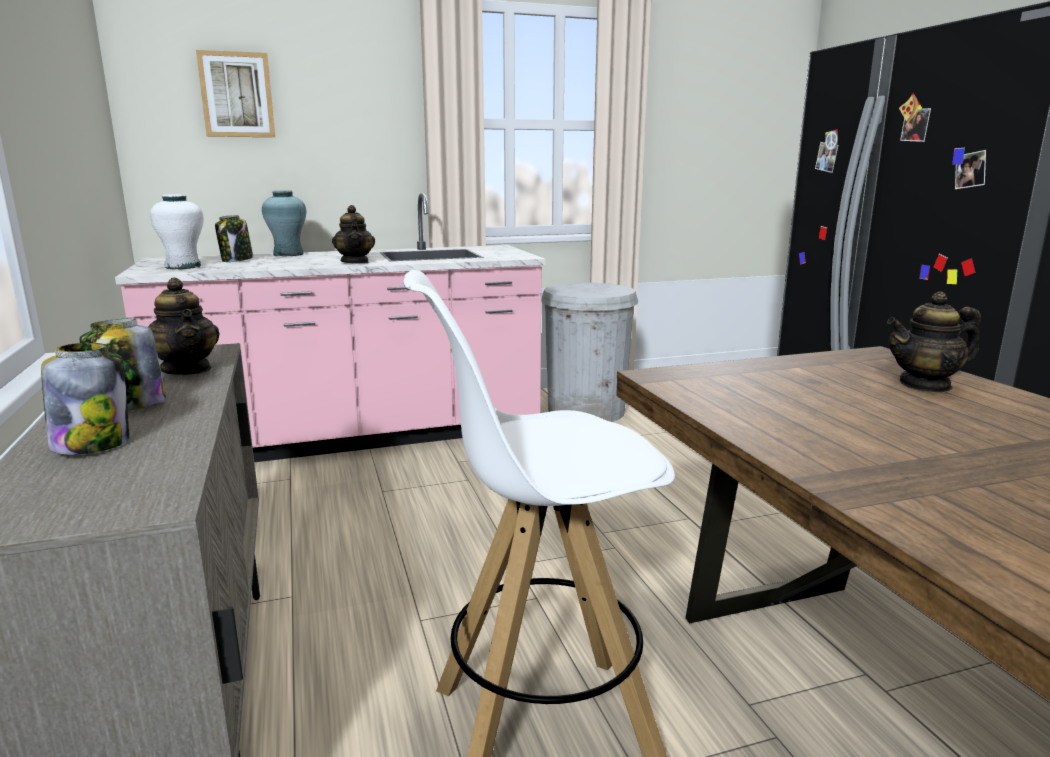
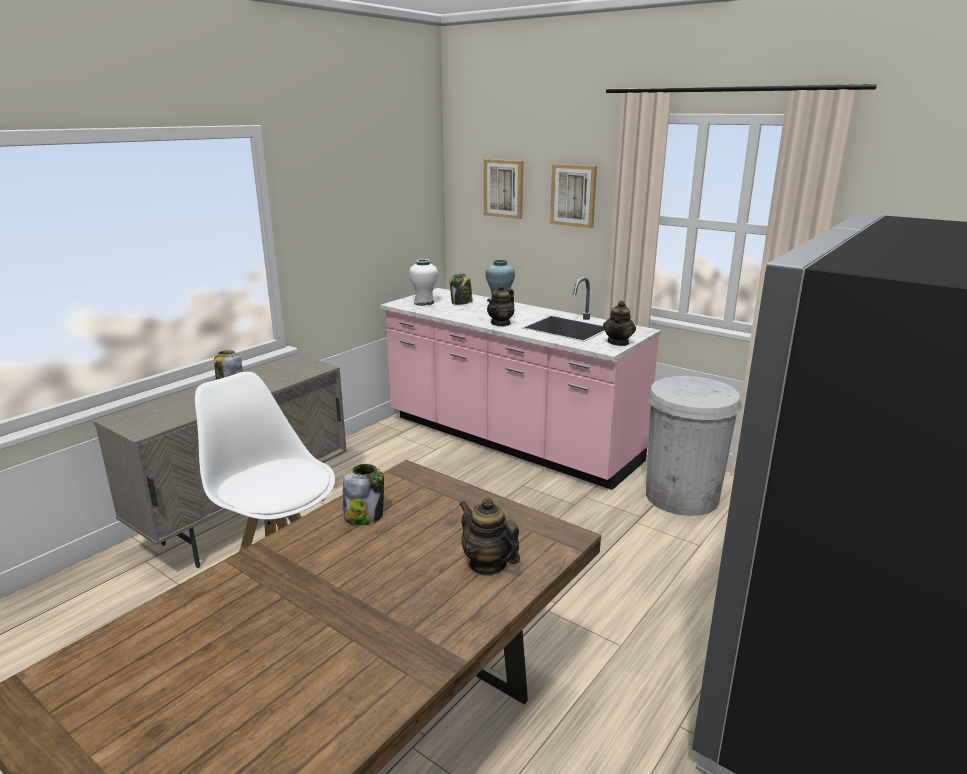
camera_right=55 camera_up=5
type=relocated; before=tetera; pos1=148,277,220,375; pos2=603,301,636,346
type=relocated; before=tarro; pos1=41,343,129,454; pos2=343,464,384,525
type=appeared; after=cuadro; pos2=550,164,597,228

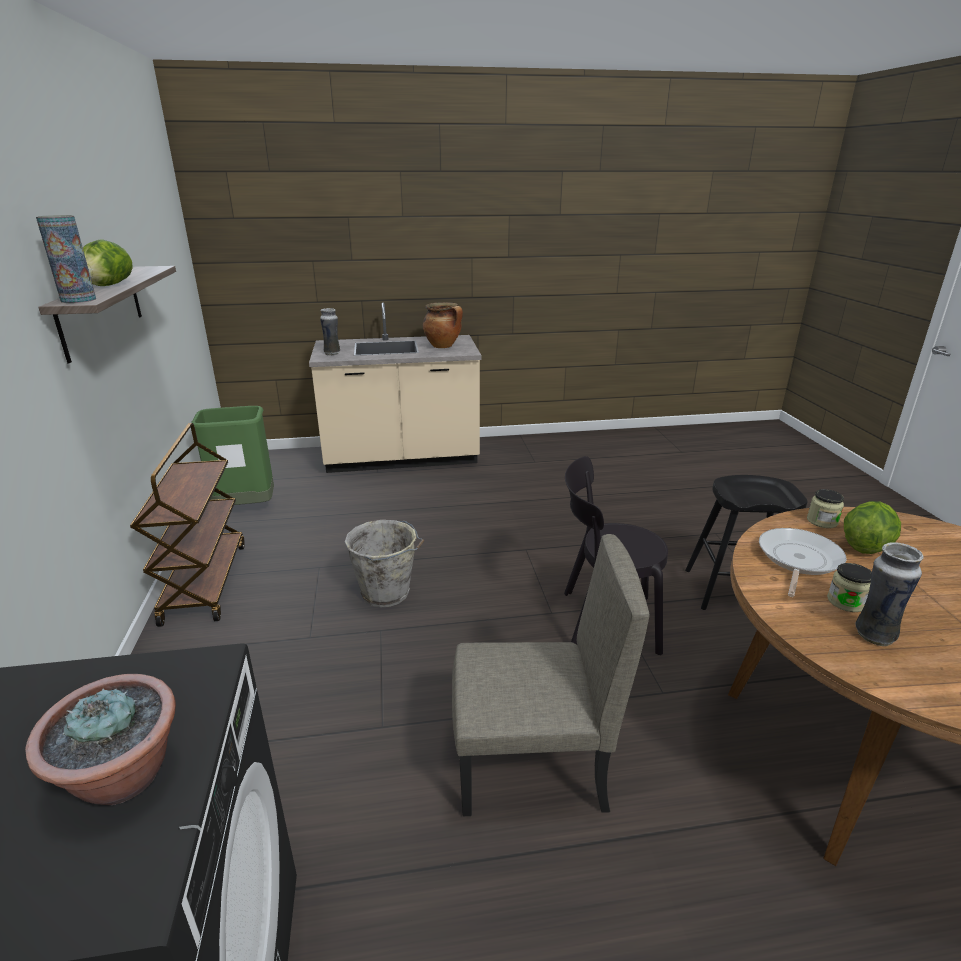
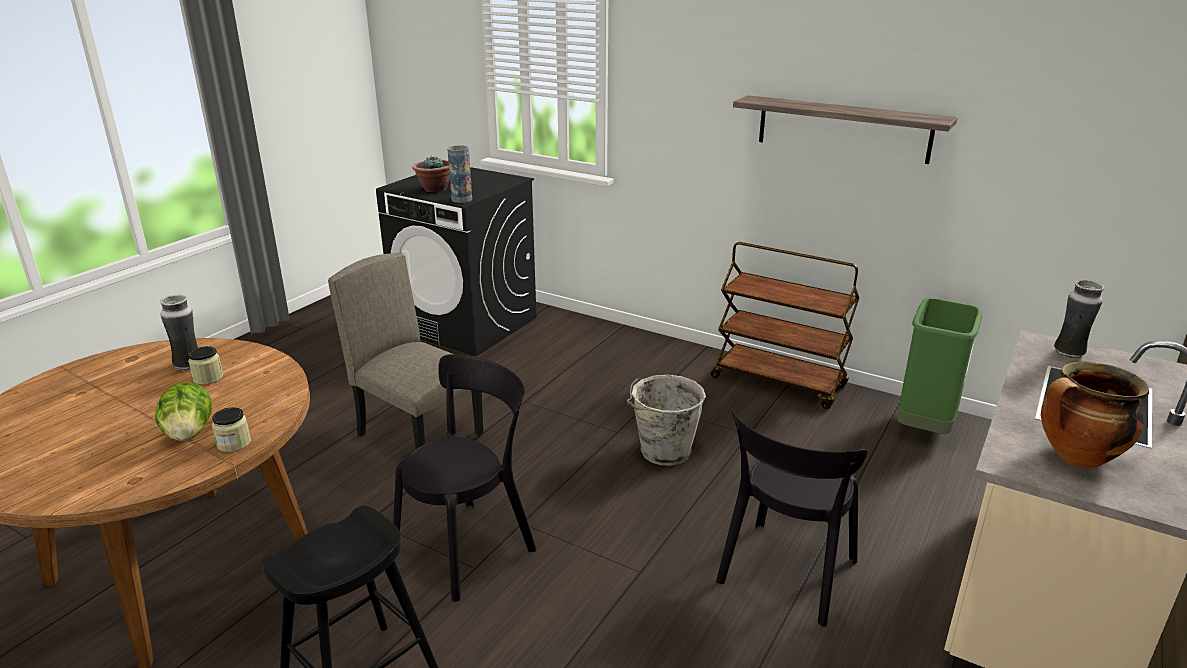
camera_right=130 camera_up=0
type=relocated; before=florero; pos1=36,215,96,303; pos2=448,145,472,203
type=missing; before=lechuga; pos1=83,239,132,286
type=missing; before=sartén; pos1=759,528,847,597
type=spun; before=silla [beis]; pos1=452,534,649,816; pos2=328,253,483,449; turn=90
type=appeared; after=silla [negro]; pos2=716,409,868,627

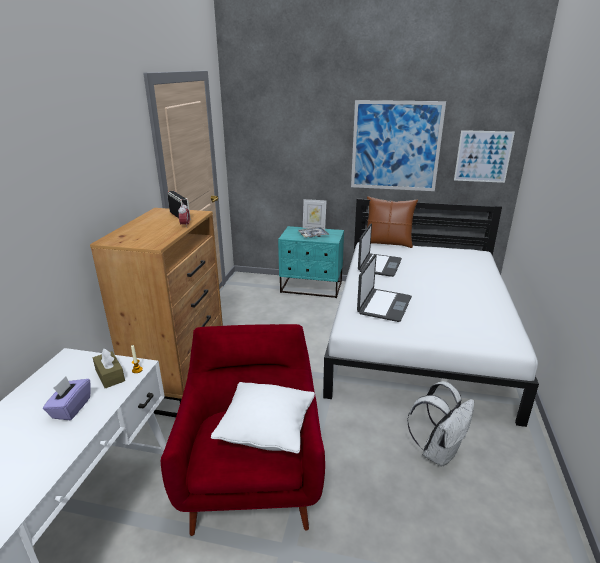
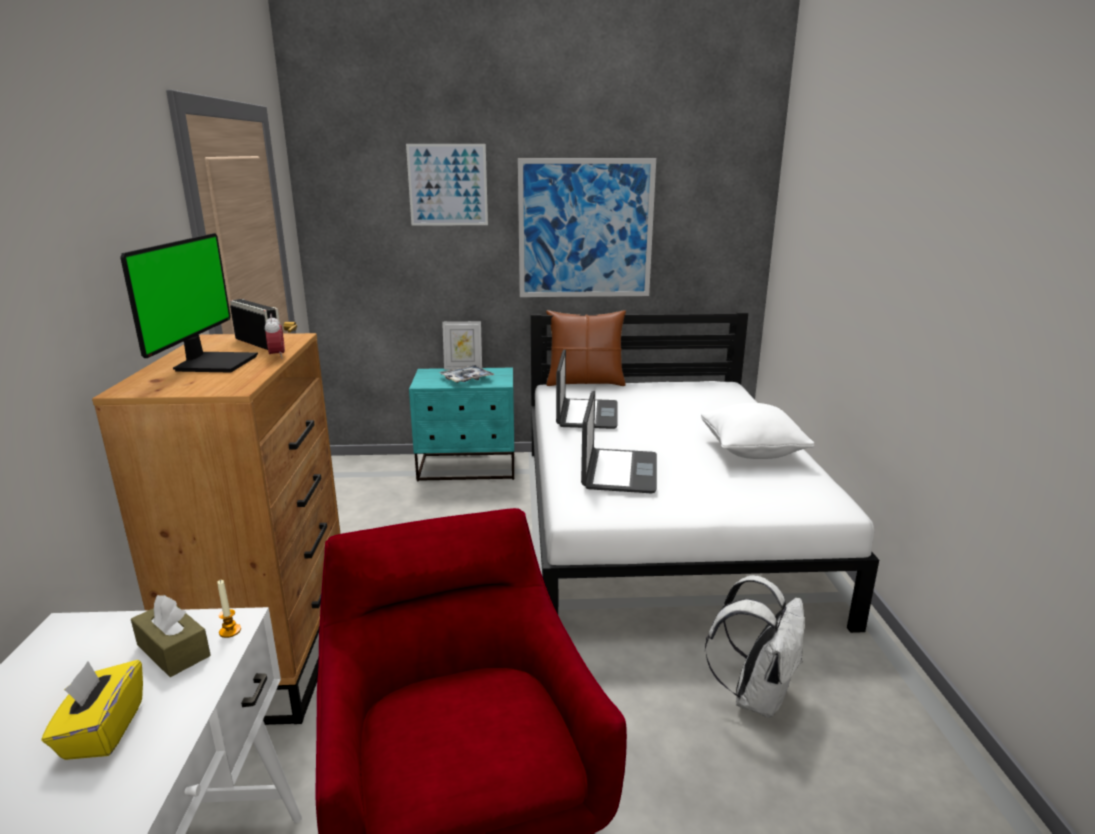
camera_right=-15 camera_up=-5
type=relocated; before=cuadro; pos1=454,130,515,183; pos2=406,144,488,226
type=colour; before=caja de pañuelos [morado]; after=caja de pañuelos [amarillo]; pos1=43,376,91,420; pos2=41,660,143,760
type=relocated; before=cojín [blanco]; pos1=211,382,315,454; pos2=701,403,815,459
type=appeared; after=monitor; pos2=120,233,258,373

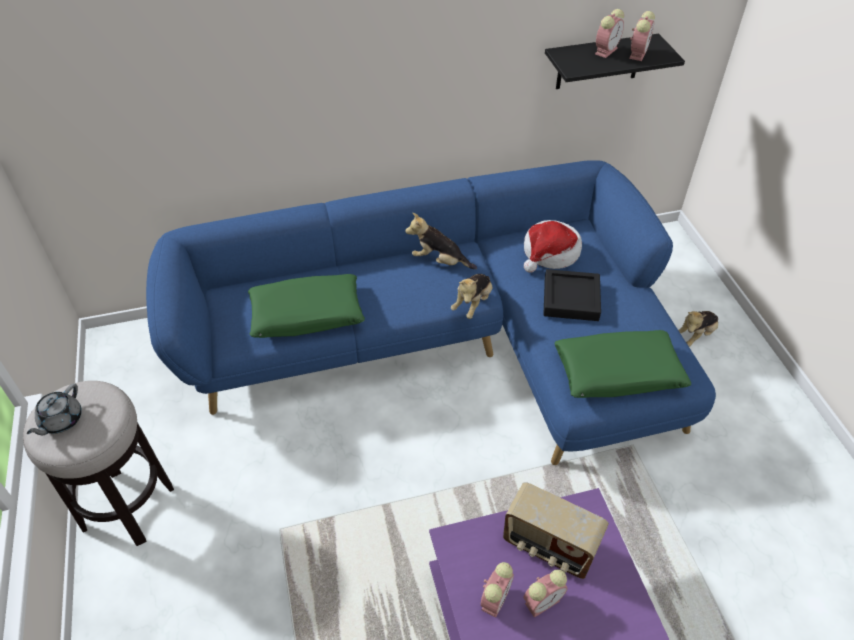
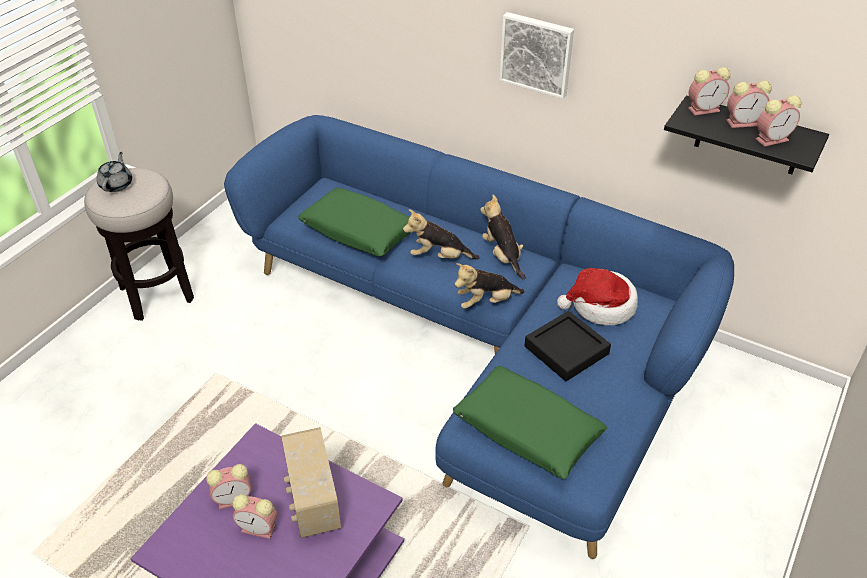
camera_right=45 camera_up=-5
type=relocated; before=peluche; pos1=678,311,718,347; pos2=403,209,480,260
type=spun; before=tetera [gris]; pos1=27,383,82,435; pos2=97,152,132,192; turn=120
type=appeared; after=cuadro; pos2=499,12,574,99
type=appeared; after=despertador; pos2=688,67,731,115

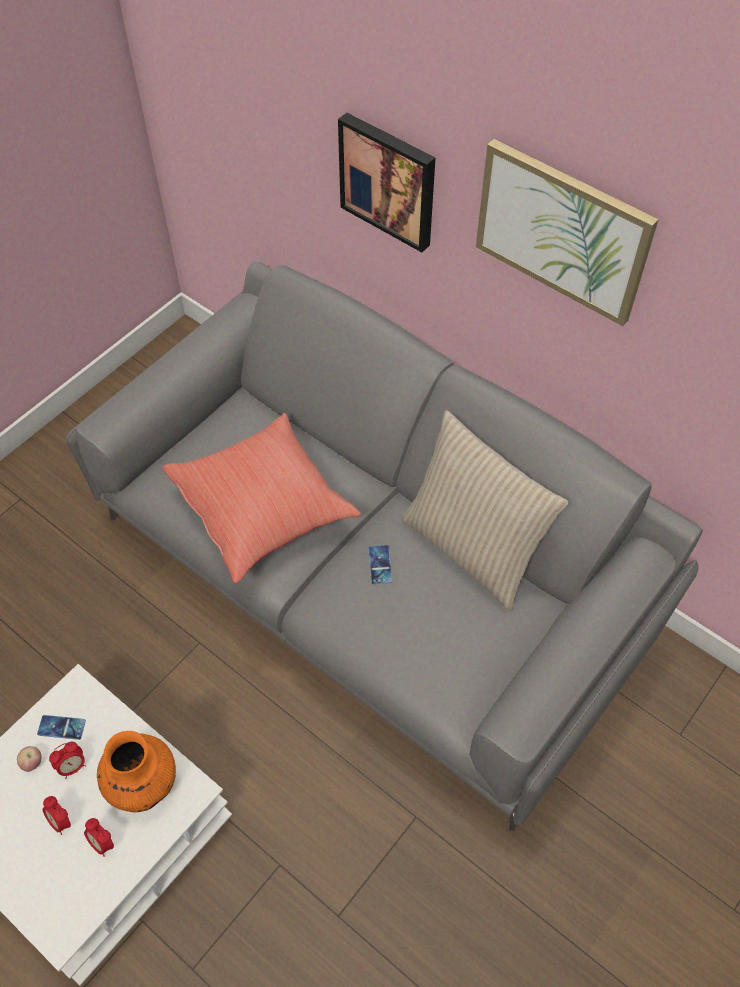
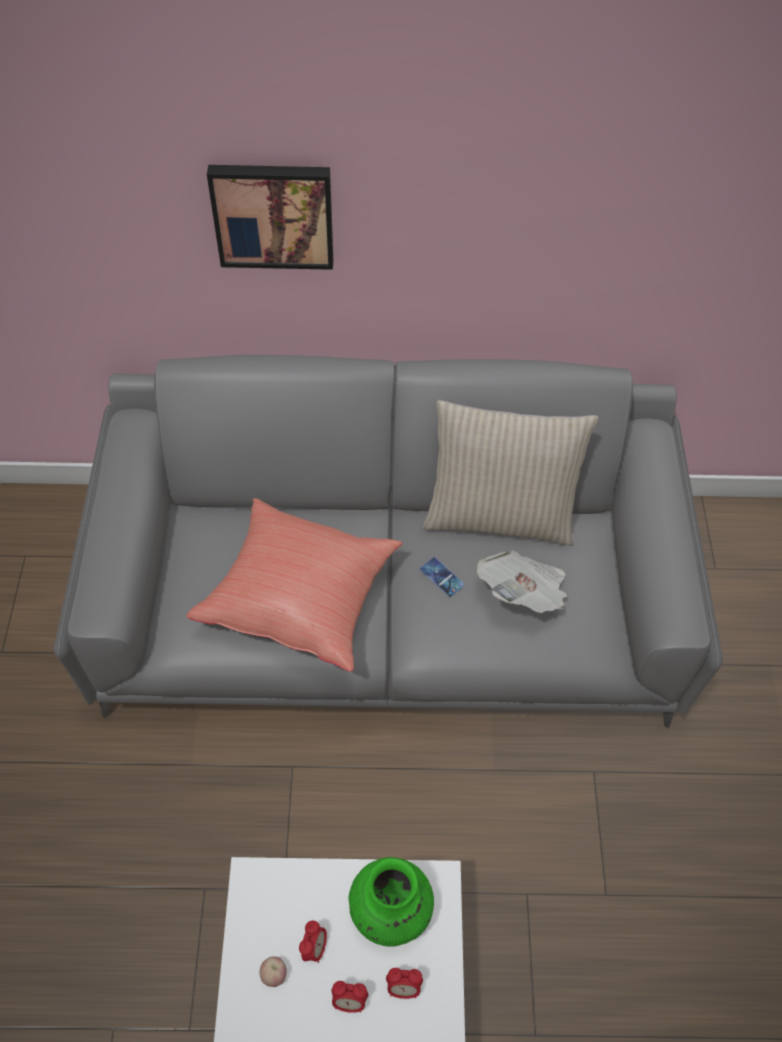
camera_right=-40 camera_up=0
type=missing; before=cuadro; pos1=476,139,659,326
type=missing; before=móvil; pos1=37,715,86,740
type=colour; before=florero [naranja]; after=florero [verde]; pos1=97,731,176,812; pos2=349,857,434,947
type=appeared; after=periódico; pos2=477,550,567,613

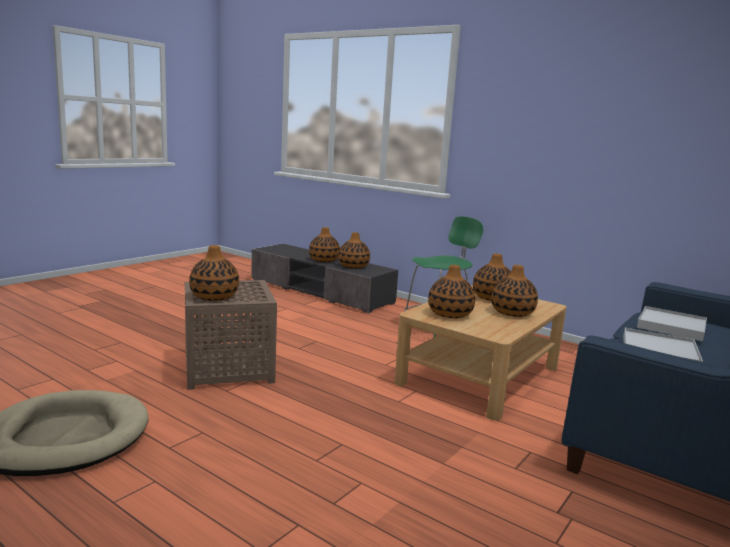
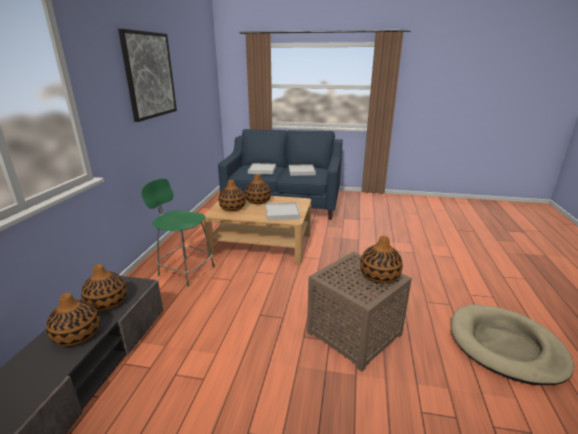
camera_right=-115 camera_up=10
type=exchanged; before=florero; after=bandeja [blanco]; pos1=428,265,475,318; pos2=265,202,300,221
type=appeared; after=cuadro; pos2=118,29,177,122

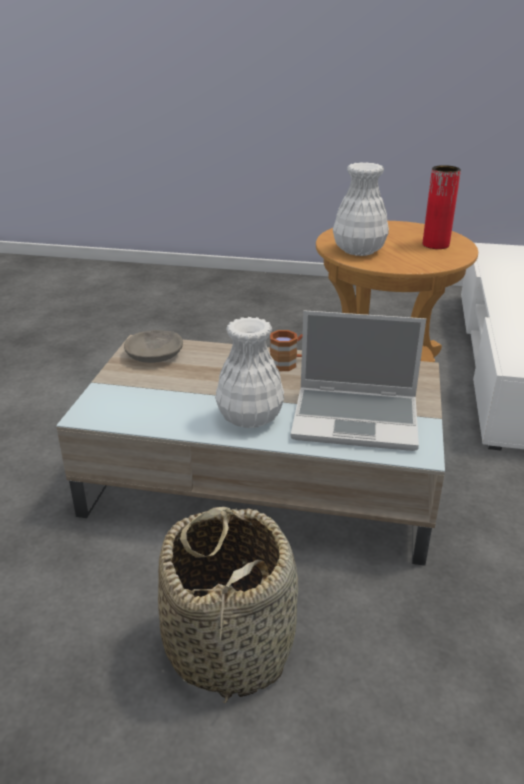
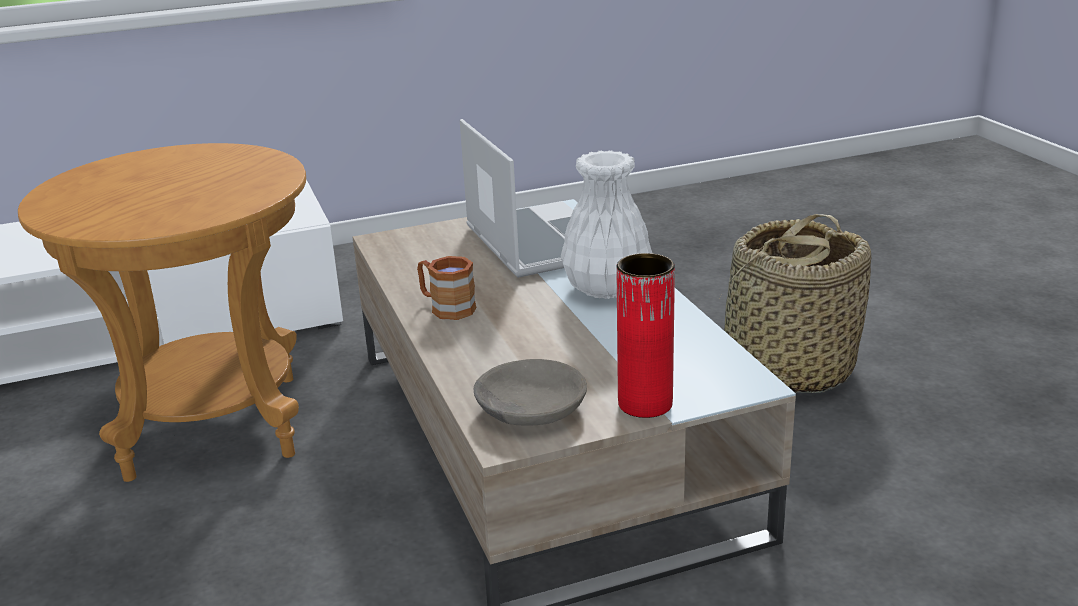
camera_right=-120 camera_up=-5
type=missing; before=florero [blanco]; pos1=333,162,389,256
type=relocated; before=florero [rojo]; pos1=423,165,461,249; pos2=616,253,675,418

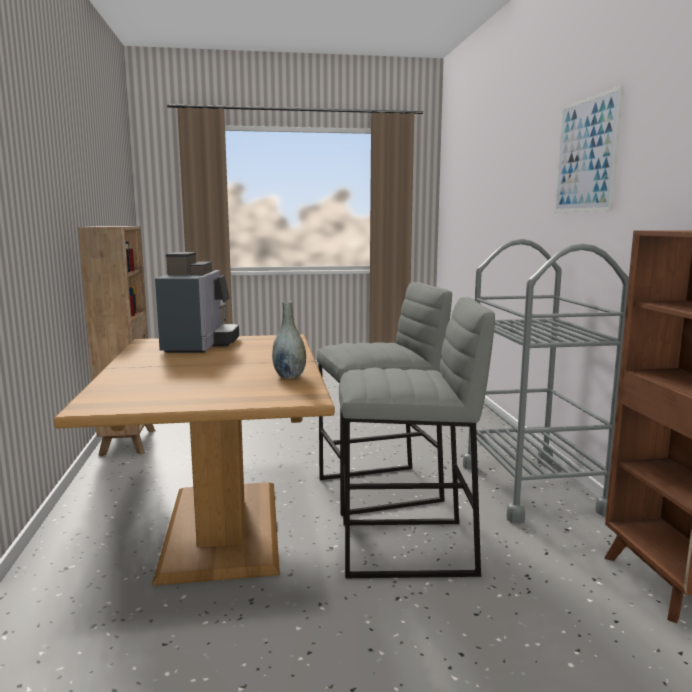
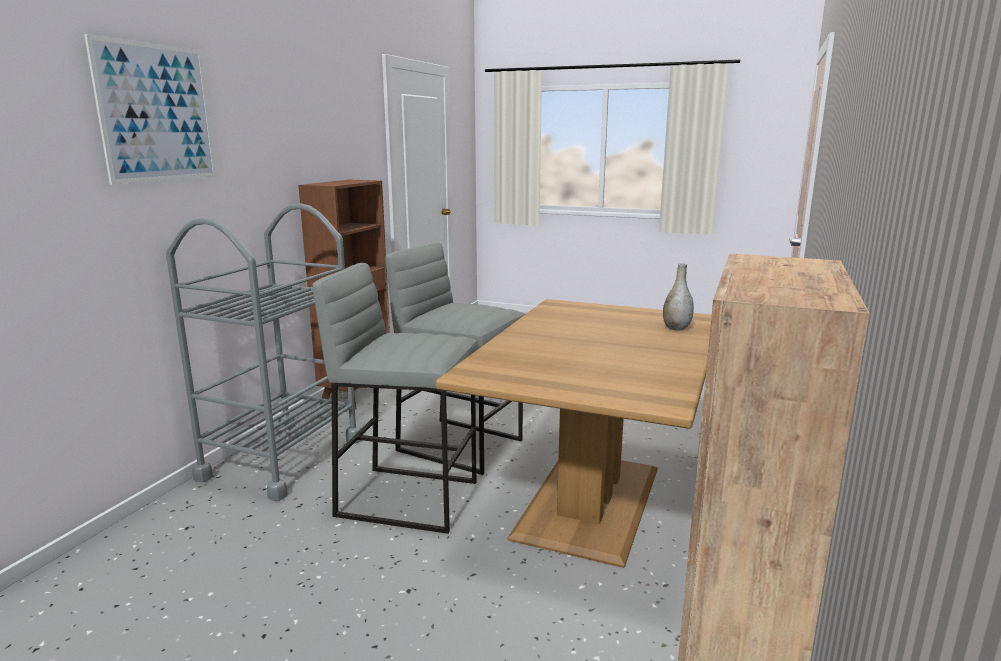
camera_right=-150 camera_up=5
type=missing; before=cafetera; pos1=155,252,239,353
type=relocated; before=florero [gris]; pos1=272,301,306,379; pos2=663,263,694,331

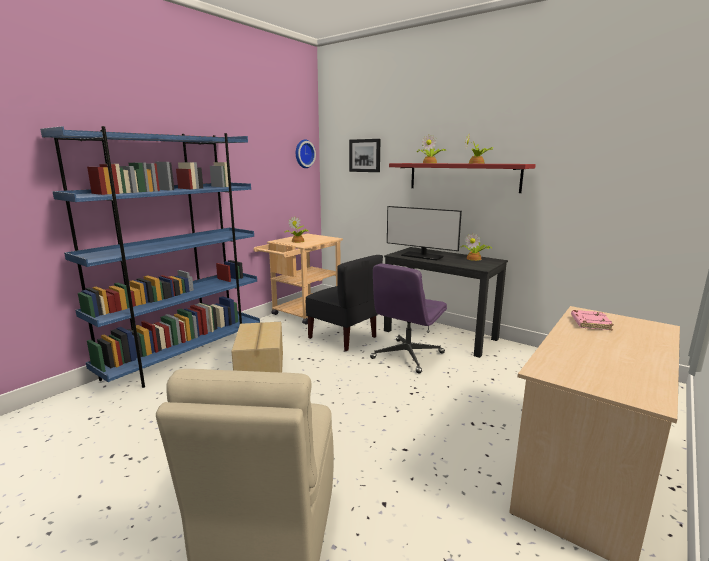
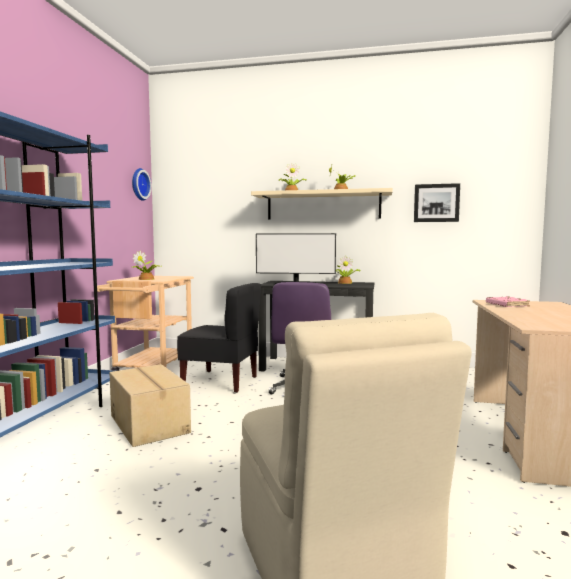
camera_right=-25 camera_up=-10
type=relocated; before=cuadro; pos1=349,139,380,172; pos2=414,183,460,222
type=colour; before=estante [rojo]; after=estante [beis]; pos1=389,163,536,193; pos2=251,188,393,220

